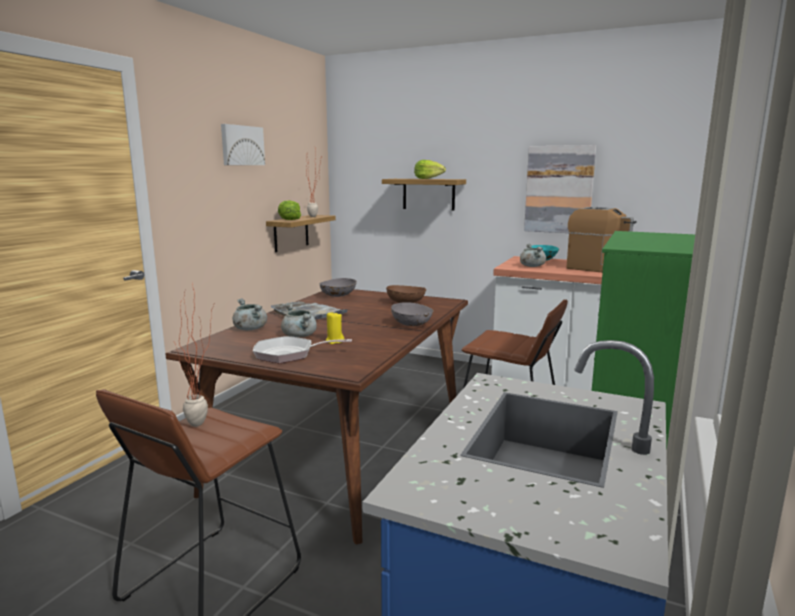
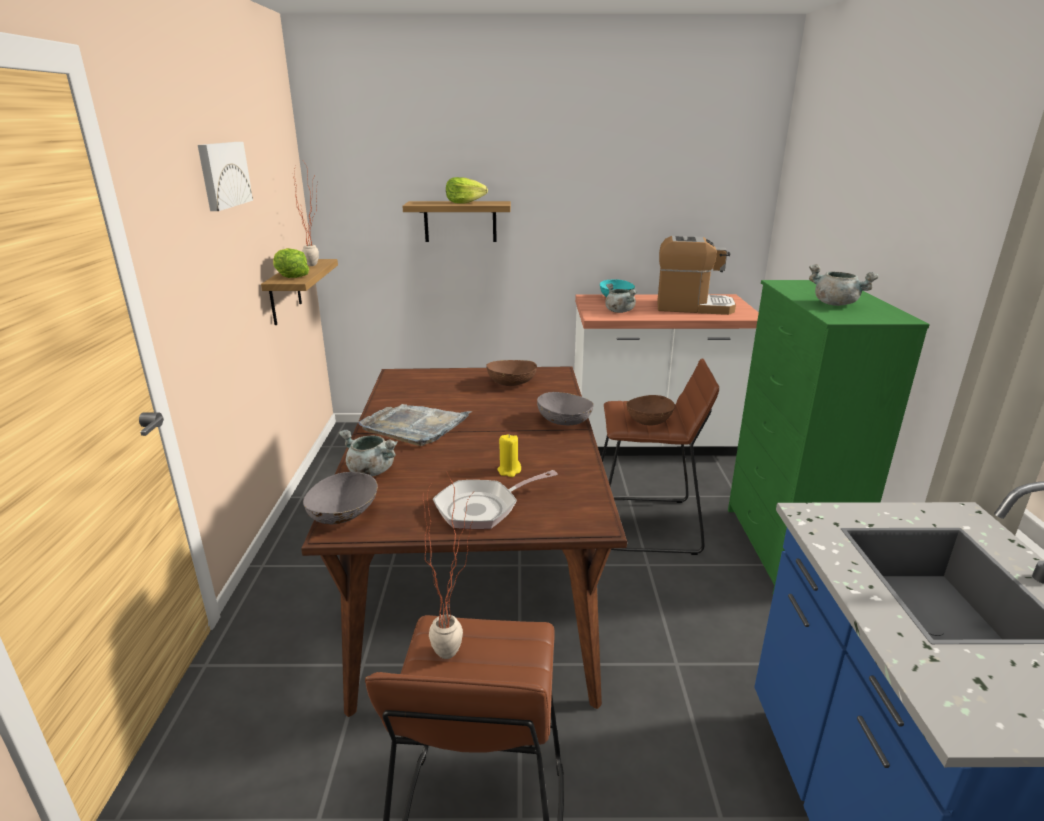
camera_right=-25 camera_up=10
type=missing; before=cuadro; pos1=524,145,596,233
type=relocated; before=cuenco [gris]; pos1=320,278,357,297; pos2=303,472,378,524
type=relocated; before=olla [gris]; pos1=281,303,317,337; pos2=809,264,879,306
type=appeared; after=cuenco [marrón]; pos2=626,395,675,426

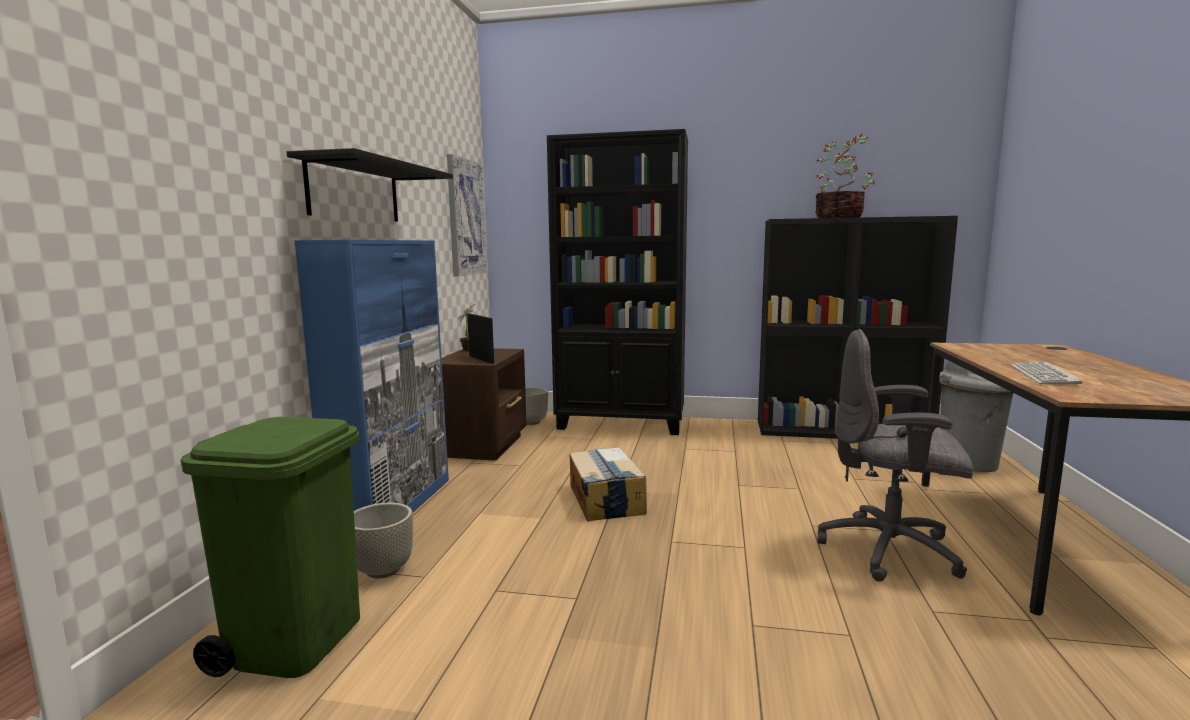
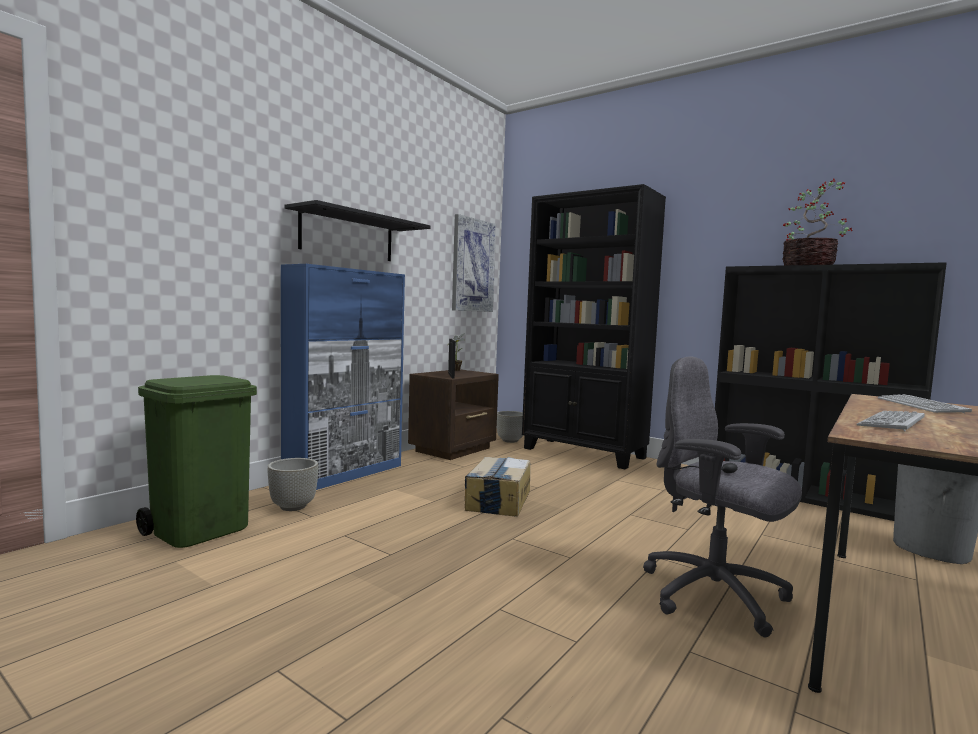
camera_right=25 camera_up=-5
type=appeared; after=teclado; pos2=878,394,972,414

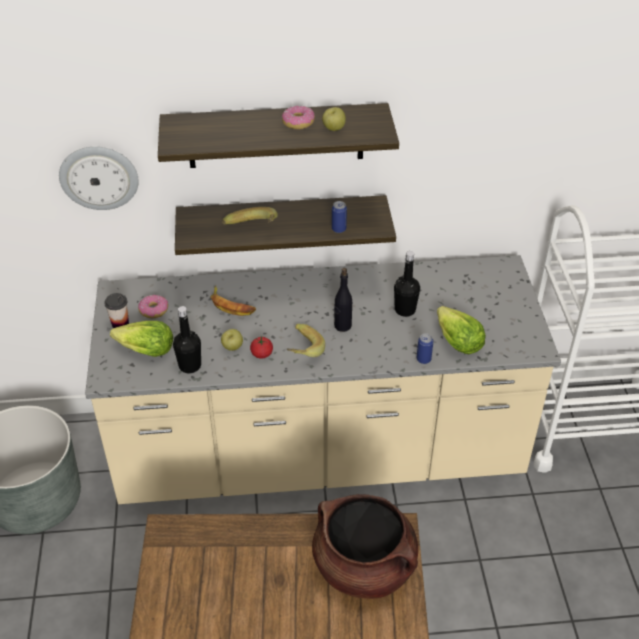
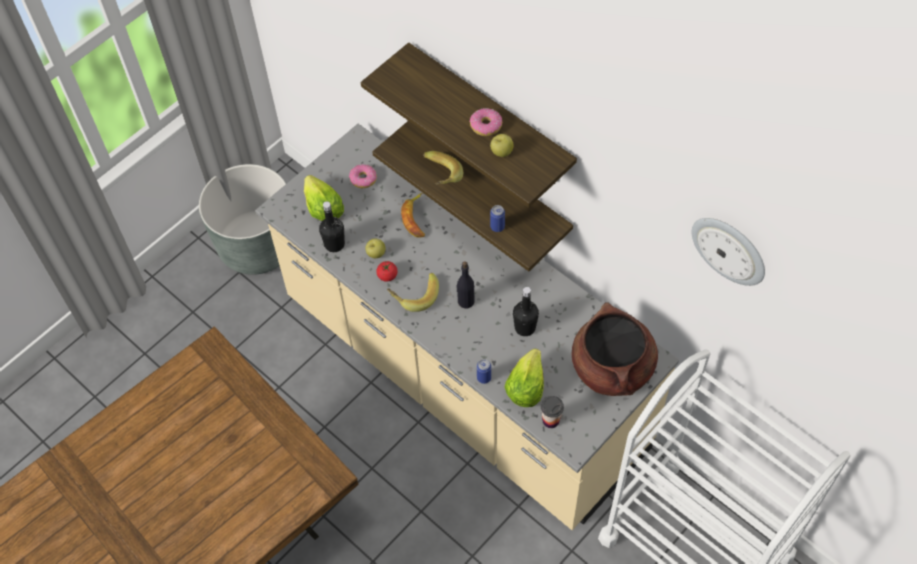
camera_right=50 camera_up=15
type=relocated; before=reloj de pared; pos1=59,147,139,210; pos2=692,218,765,286
type=relocated; before=taza; pos1=104,293,129,328; pos2=541,396,564,428
type=relocated; before=olla [marrón]; pos1=312,494,418,599; pos2=571,302,658,396

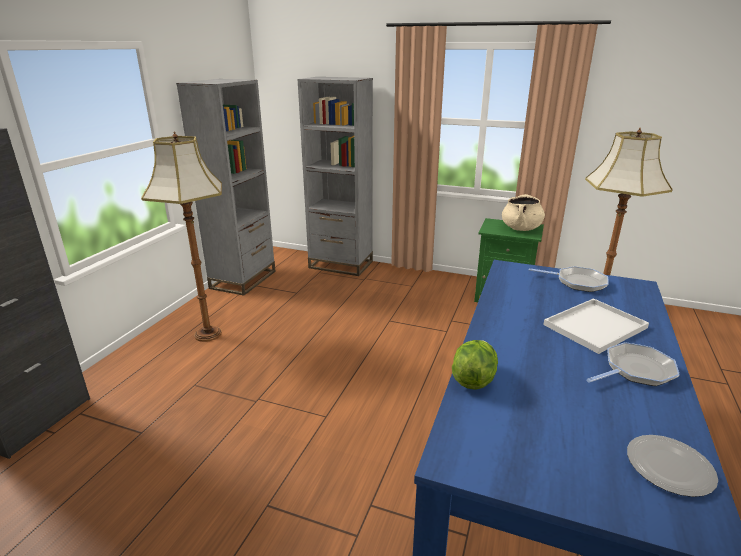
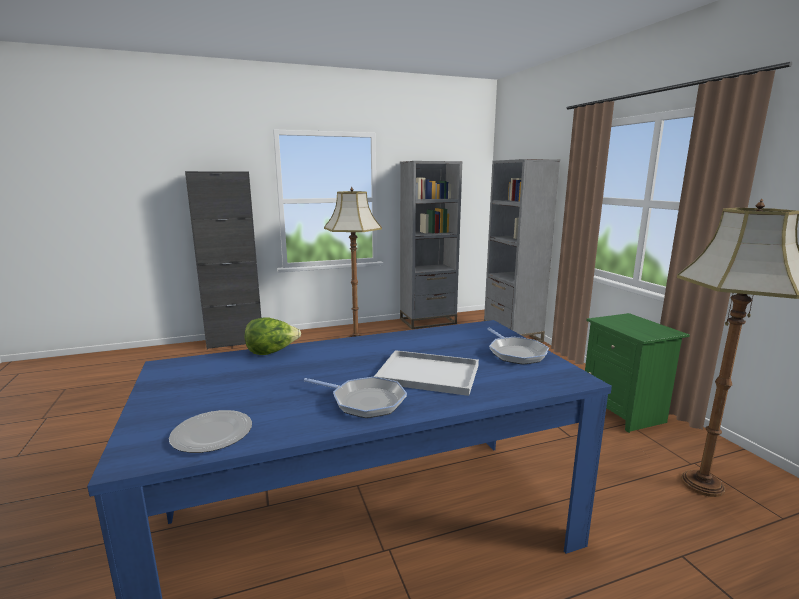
camera_right=50 camera_up=-10
type=missing; before=olla [beis]; pos1=502,194,545,231

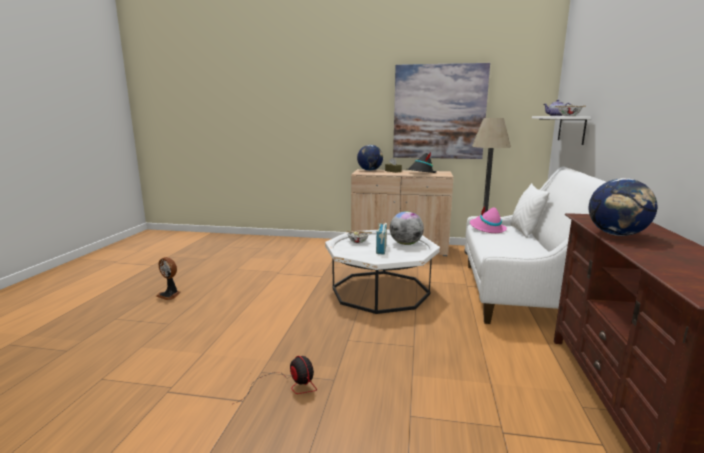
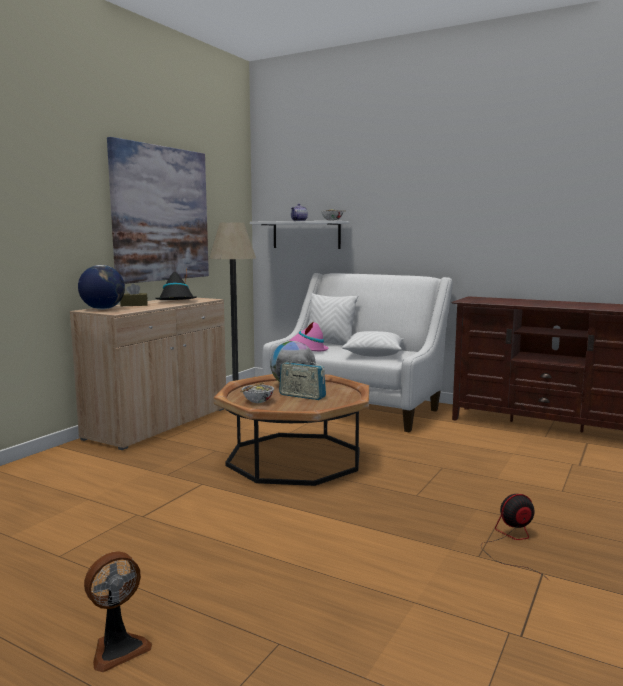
camera_right=-70 camera_up=-5
type=missing; before=globo terráqueo; pos1=589,178,657,236
type=colour; before=mesa de centro [blanco]; after=mesa de centro [marrón]; pos1=325,229,440,314; pos2=214,374,369,486
type=appeared; after=cojín [blanco]; pos2=342,331,404,357

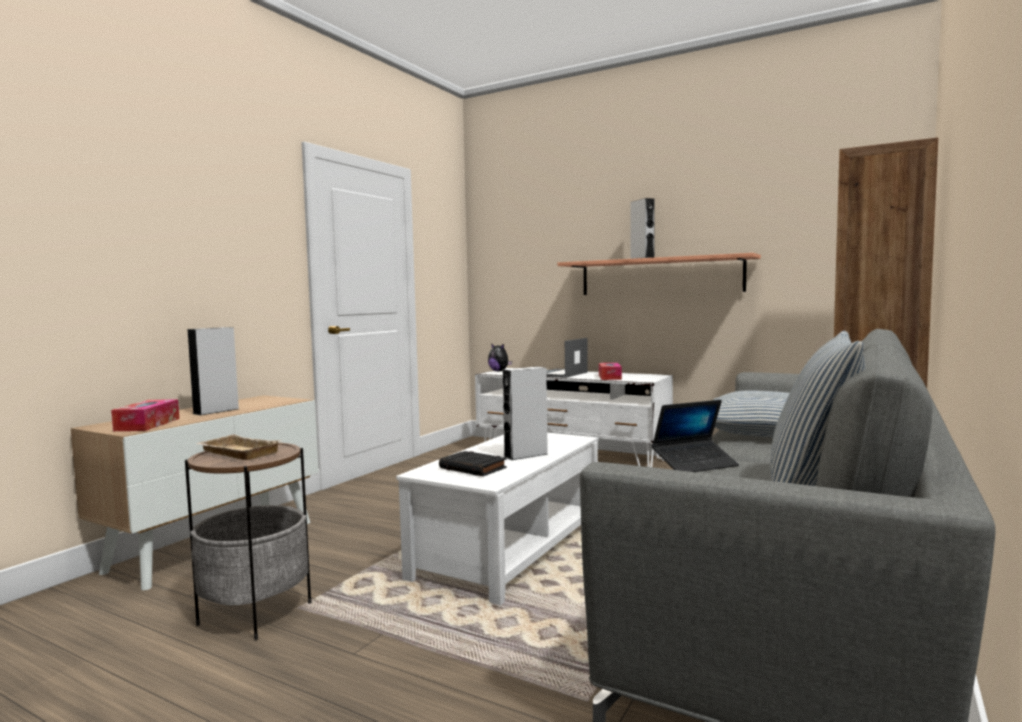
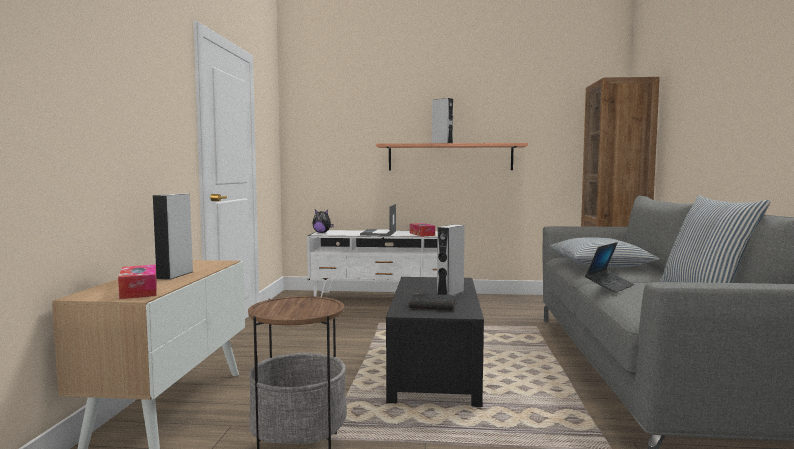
camera_right=-25 camera_up=0
type=colour; before=mesa de centro [blanco]; after=mesa de centro [negro]; pos1=396,433,599,605; pos2=386,277,484,407
type=missing; before=bandeja [beis]; pos1=196,434,281,460

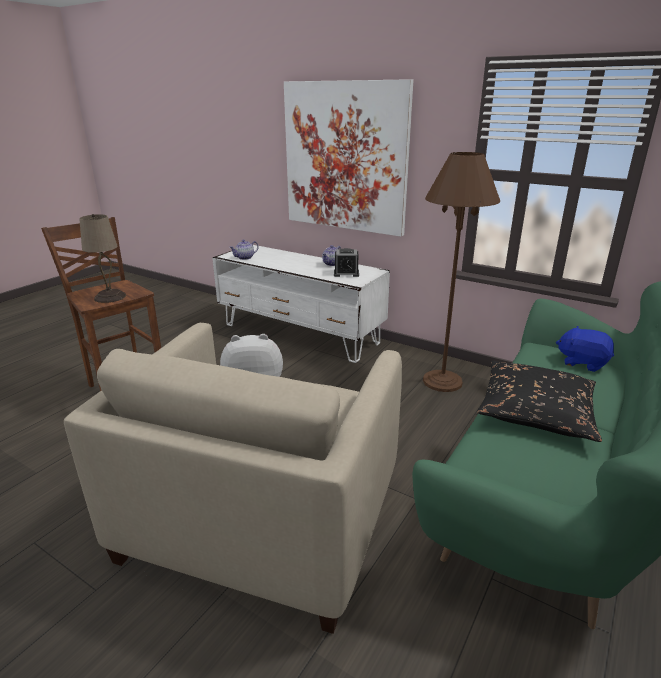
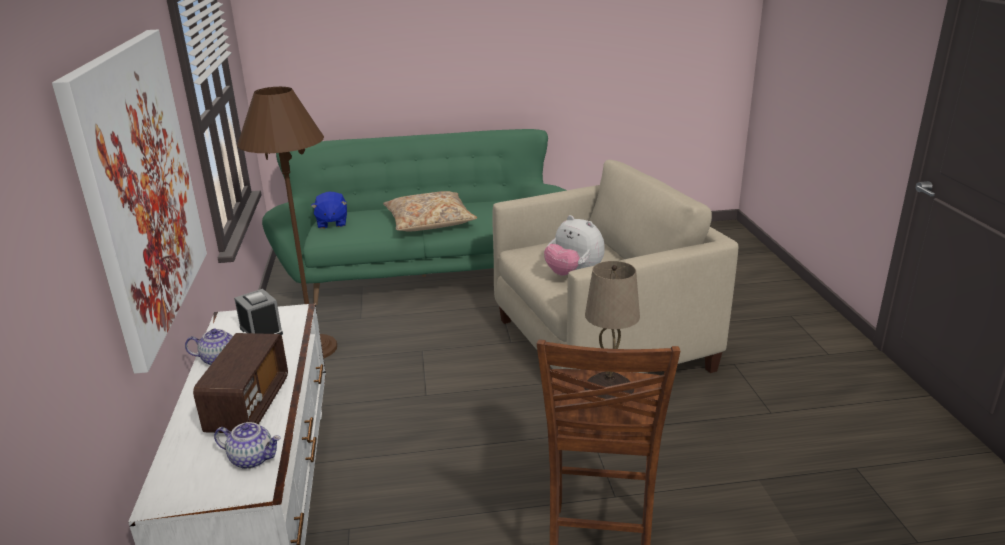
camera_right=-130 camera_up=0
type=colour; before=cojín [negro]; after=cojín [beis]; pos1=477,361,602,442; pos2=383,191,477,232
type=appeared; after=radio; pos2=193,333,288,433

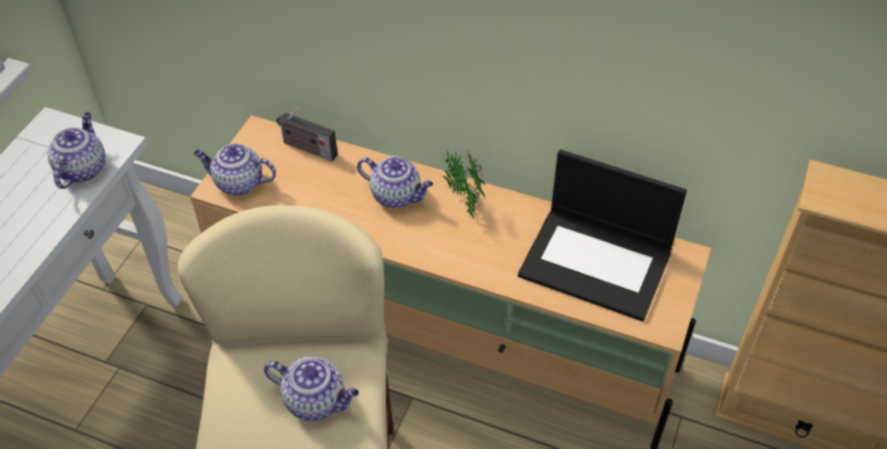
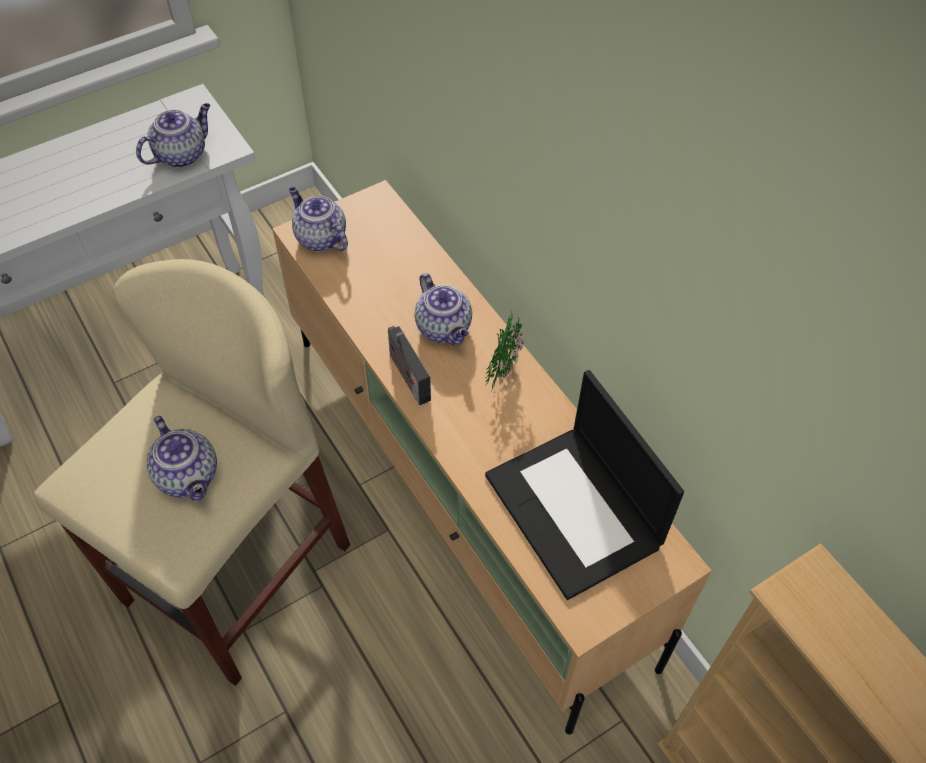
camera_right=35 camera_up=5
type=relocated; before=radio; pos1=276,108,338,161; pos2=388,326,431,405

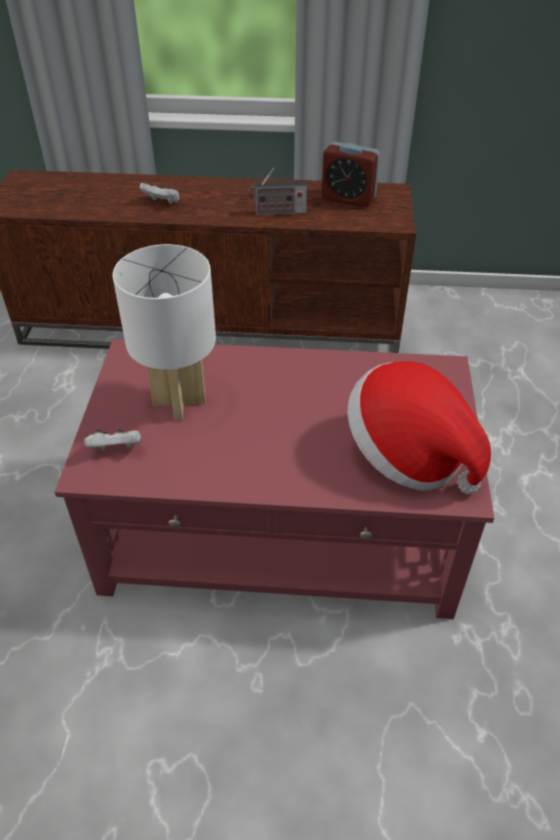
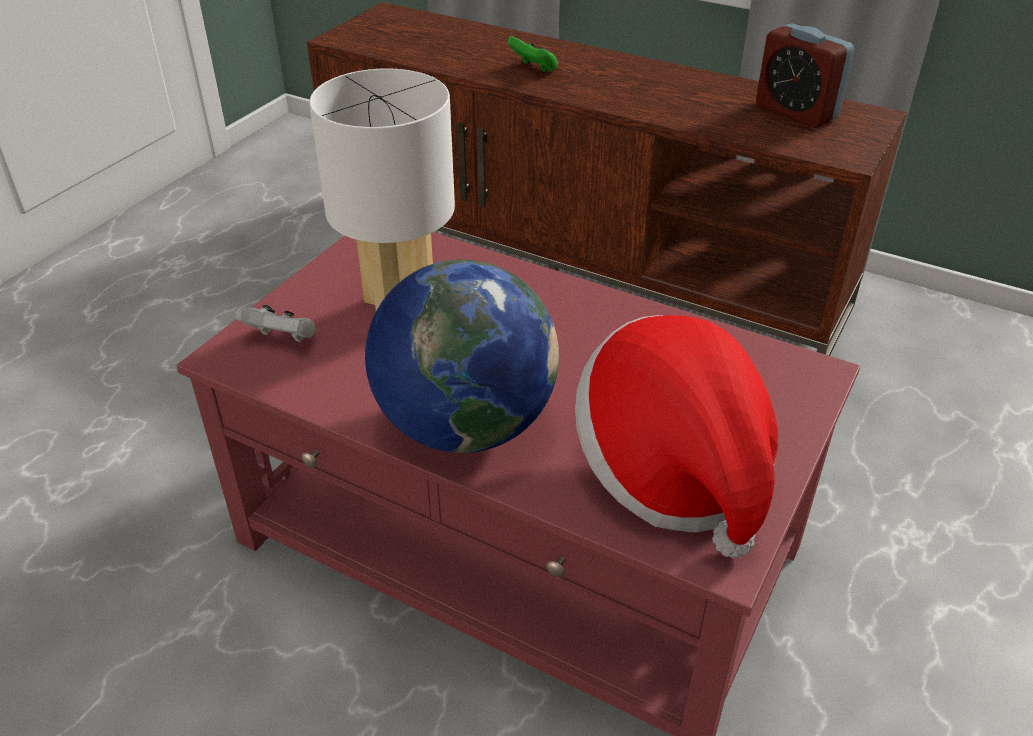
camera_right=25 camera_up=-5
type=missing; before=radio; pos1=249,168,307,216
type=colour; before=mando de consola [blanco]; after=mando de consola [verde]; pos1=139,183,180,204; pos2=507,36,558,72
type=appeared; after=globo terráqueo; pos2=365,259,559,453

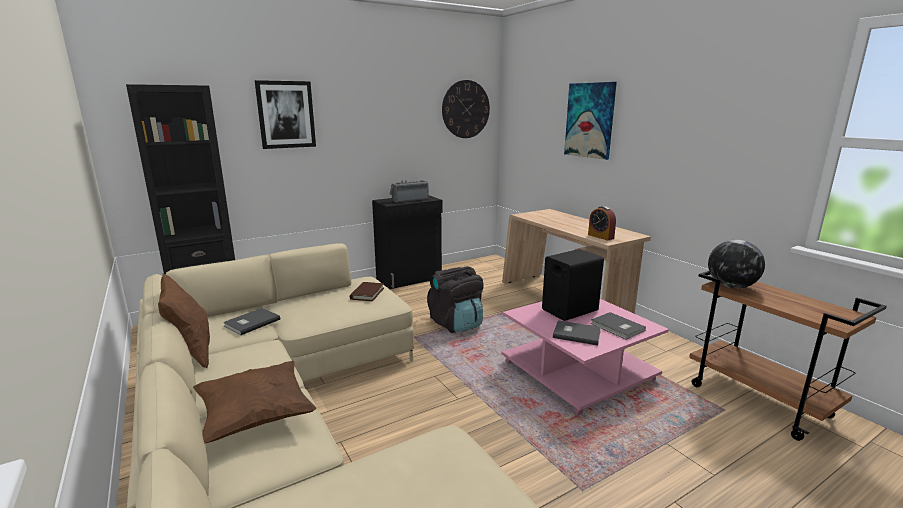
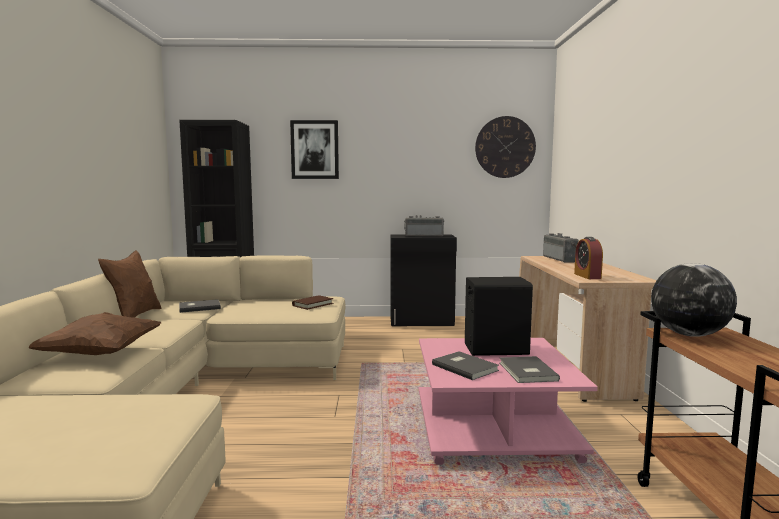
camera_right=30 camera_up=-10
type=missing; before=cuadro; pos1=564,82,617,160
type=missing; before=mochila [negro]; pos1=427,266,483,333
type=appeared; after=radio; pos2=543,233,579,263

